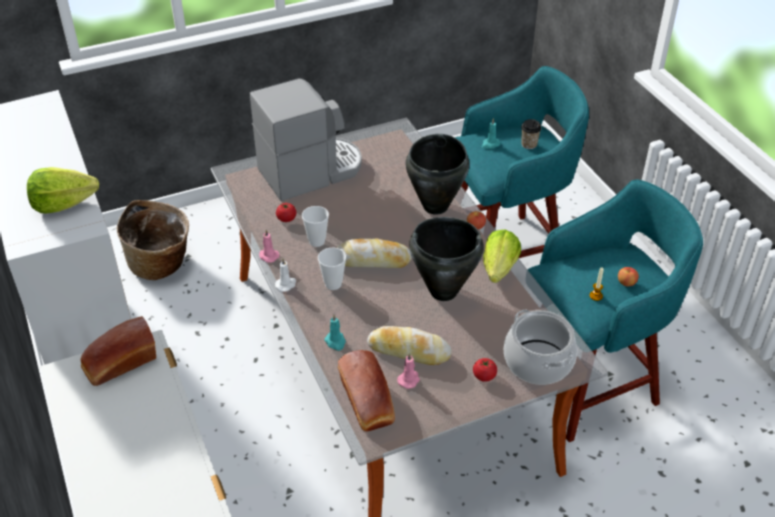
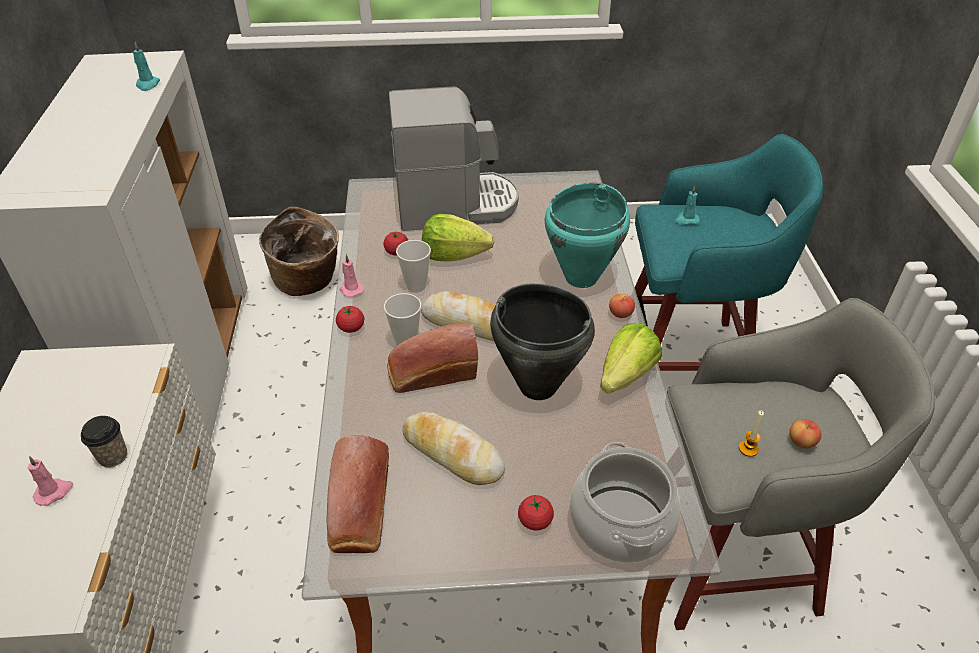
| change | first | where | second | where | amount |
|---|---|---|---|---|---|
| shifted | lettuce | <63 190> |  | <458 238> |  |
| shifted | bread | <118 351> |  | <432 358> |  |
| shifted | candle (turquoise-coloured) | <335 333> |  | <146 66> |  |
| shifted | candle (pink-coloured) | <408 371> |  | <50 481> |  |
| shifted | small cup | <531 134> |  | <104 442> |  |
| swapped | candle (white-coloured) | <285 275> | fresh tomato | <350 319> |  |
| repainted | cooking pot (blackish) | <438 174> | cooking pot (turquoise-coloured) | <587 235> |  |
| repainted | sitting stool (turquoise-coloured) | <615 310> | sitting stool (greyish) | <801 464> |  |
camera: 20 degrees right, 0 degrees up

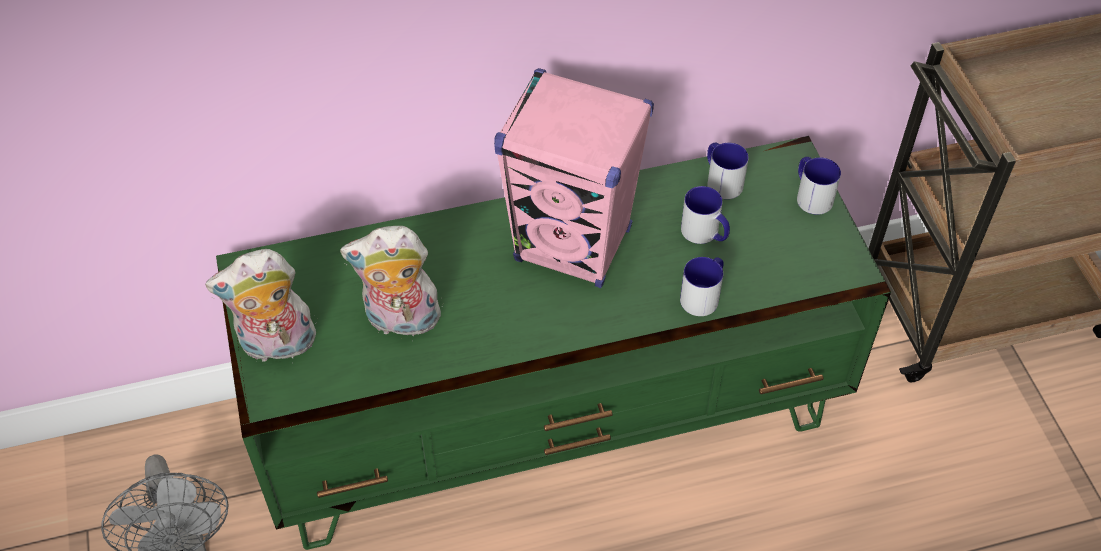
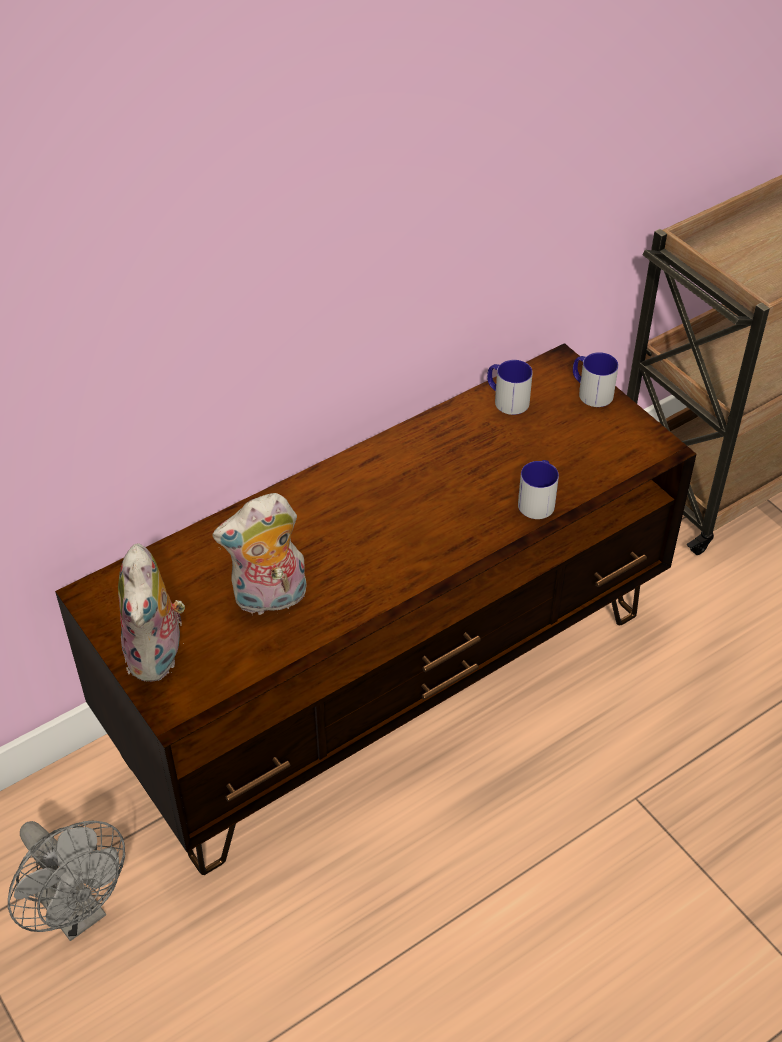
| change | first | where | second | where | amount |
|---|---|---|---|---|---|
| gone | audio speaker (pink-coloured) | <574 178> |  |  |  |
| gone | tea mug | <705 215> |  |  |  |
| repainted | tv stand (green) | <553 343> | tv stand (brown) | <375 609> |  |
| rotated | soft toy | <260 305> |  | <151 612> | 60 degrees counterclockwise |
camera: 20 degrees left, 5 degrees down

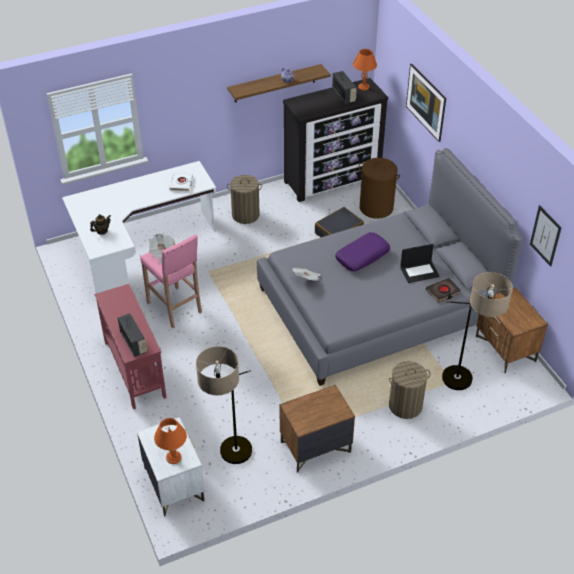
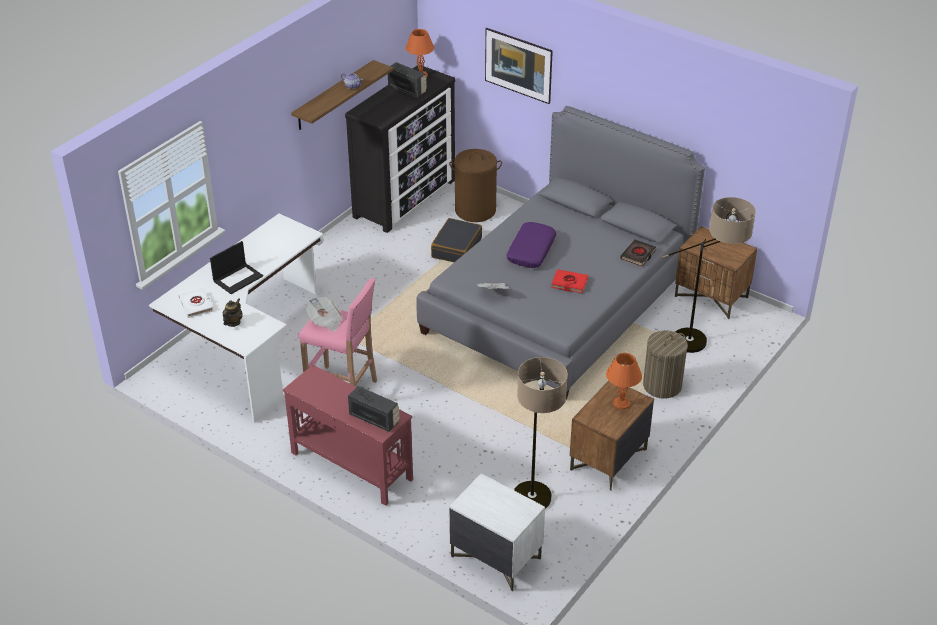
| change | first | where | second | where | amount |
|---|---|---|---|---|---|
| gone | washing basket | <244 199> |  |  |  |
| gone | picture | <546 236> |  |  |  |
| new |  |  | book (reddish) | <569 281> |  |
| shifted | lamp for a table (orangey) | <170 441> |  | <624 381> |  |
| shifted | book (white-coloured) | <181 182> |  | <195 303> |  |
| shifted | laptop | <420 263> |  | <236 267> |  |
camera: 30 degrees left, 5 degrees down

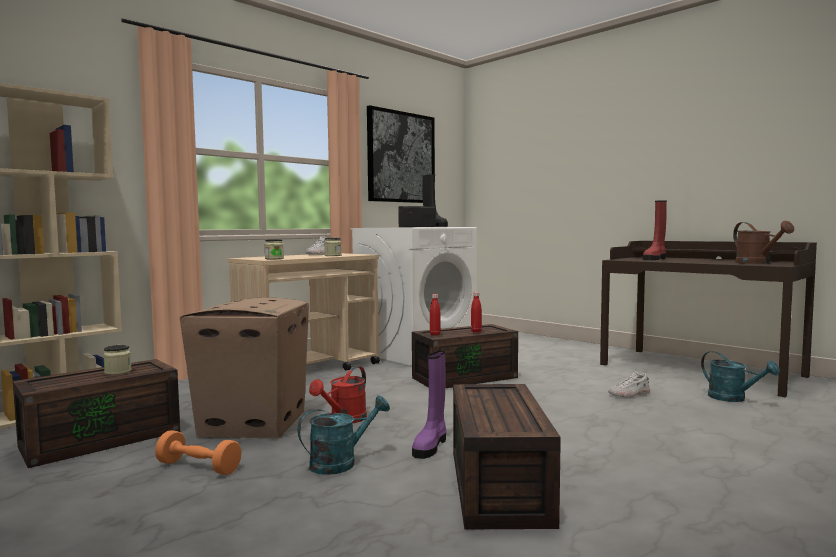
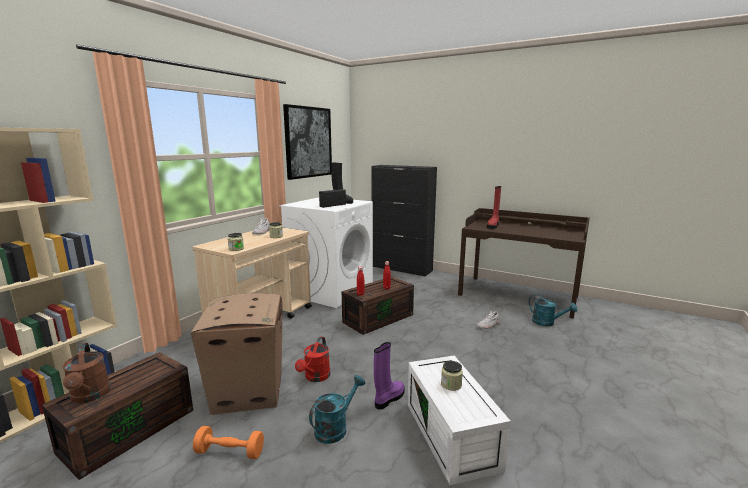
| change | first | where | second | where | amount |
|---|---|---|---|---|---|
| new |  |  | cupboard (blackish) | <404 220> |  |
| shifted | jar | <117 360> |  | <452 376> |  |
| shifted | sprinkling can (brown) | <763 242> |  | <87 373> |  |
| repainted | storage bin (brown) | <507 457> | storage bin (white-coloured) | <459 420> |  |
| rotated | tall boot (purplish) | <429 404> |  | <389 376> | 150 degrees counterclockwise |
camera: 15 degrees left, 10 degrees up

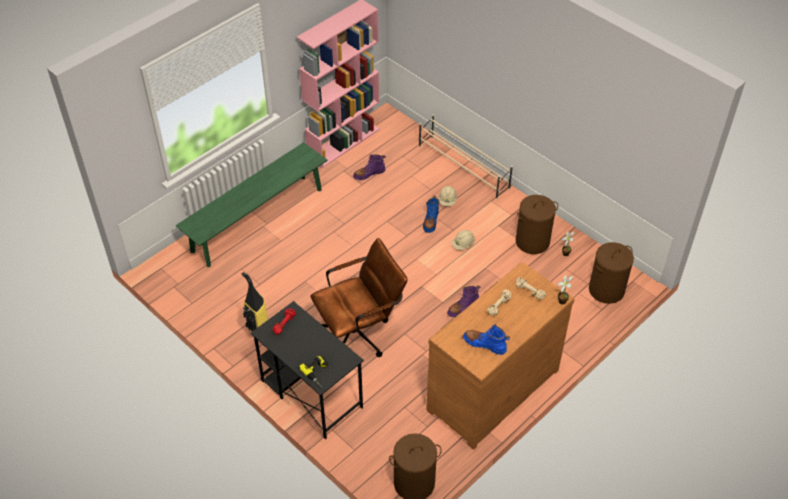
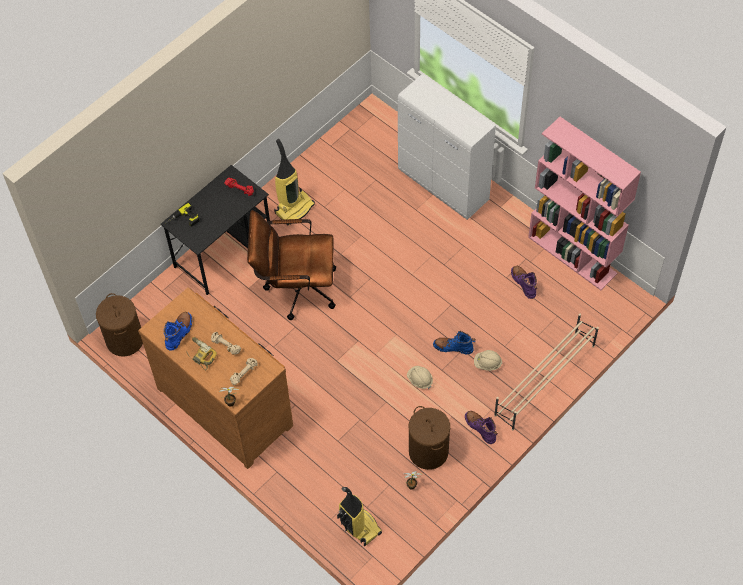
| change | first | where | second | where | amount |
|---|---|---|---|---|---|
| new |  |  | electric drill | <201 354> |  |
| shifted | tall boot (purplish) | <463 301> |  | <481 427> |  |
| swapped | indoor bench (green) | <251 204> | cupboard (white-coloured) | <447 147> |  |
| swapped | washing basket (brown) | <611 273> | hoover | <359 516> |  |
| rotated | desk chair (brown) | <359 297> |  | <291 265> | 120 degrees clockwise |
camera: 90 degrees right, 10 degrees up

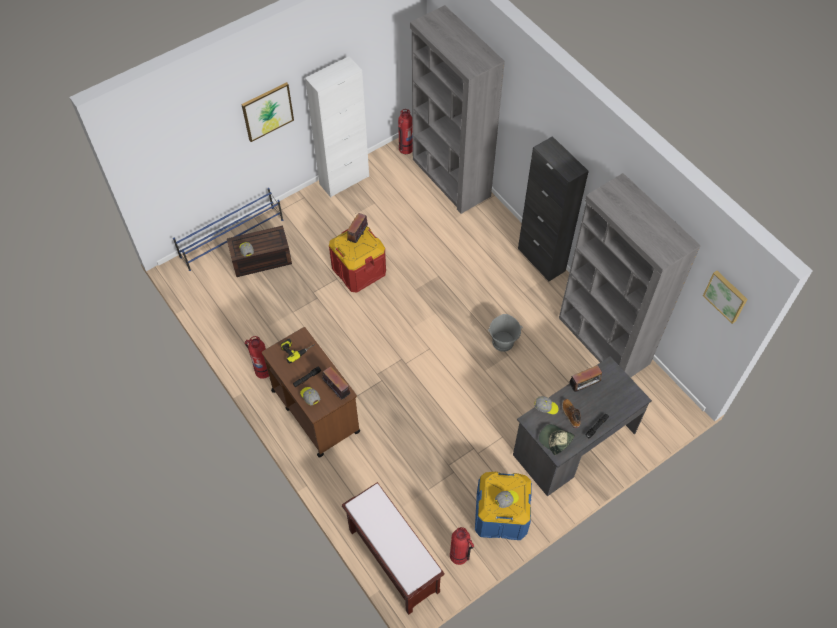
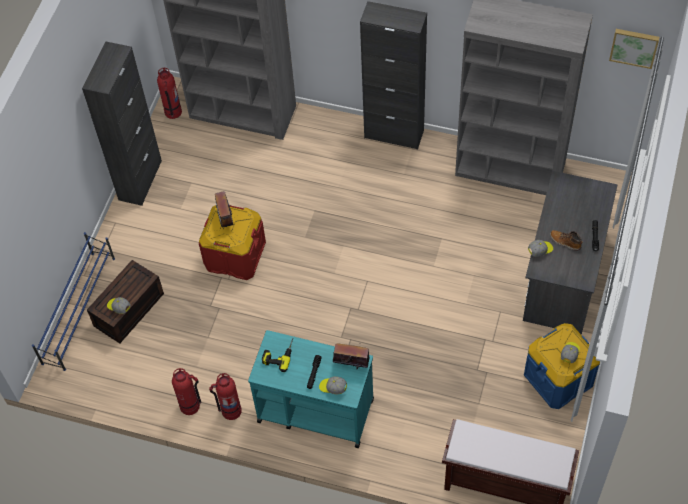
| change | first | where | second | where | amount |
|---|---|---|---|---|---|
| gone | picture | <267 112> |  |  |  |
| gone | water bucket (greyish) | <505 333> |  |  |  |
| gone | peaked cap | <557 439> |  |  |  |
| gone | radio receiver | <586 378> |  |  |  |
| shifted | fire extinguisher | <462 546> |  | <186 391> |  |
| repainted | wheeled cart (brown) | <311 392> | wheeled cart (turquoise-coloured) | <311 389> |  |
| repainted | cupboard (white-coloured) | <337 126> | cupboard (blackish) | <122 123> |  |
camera: 35 degrees left, 0 degrees up

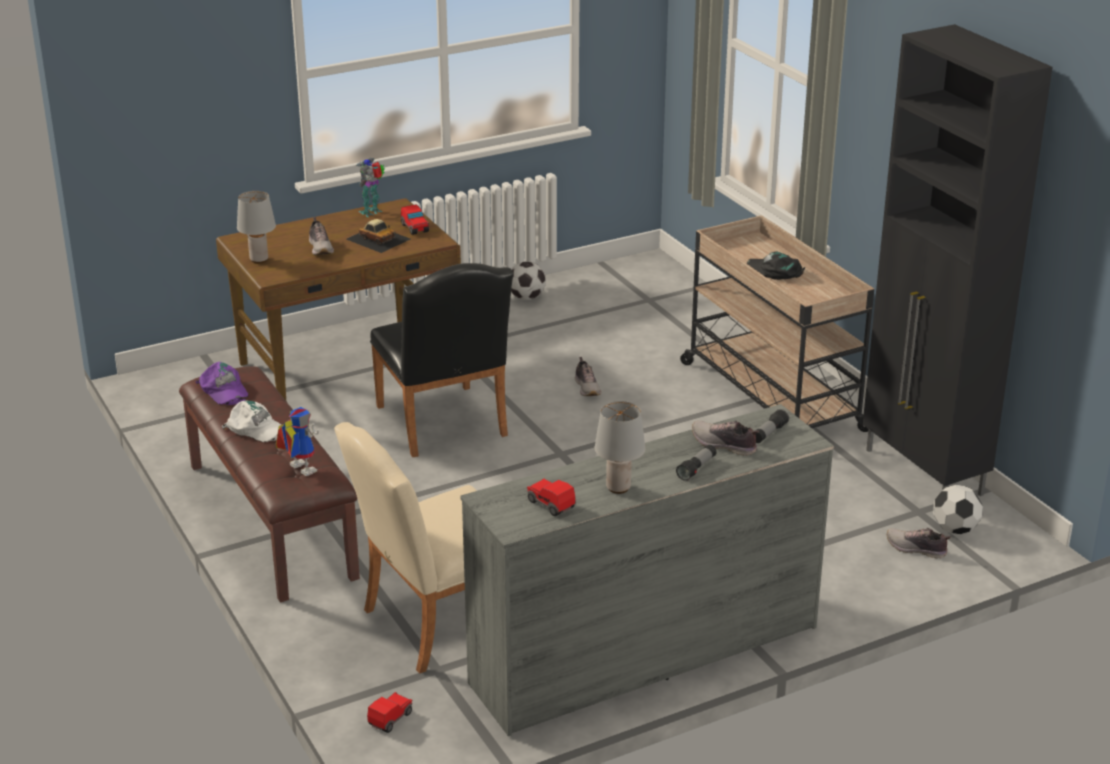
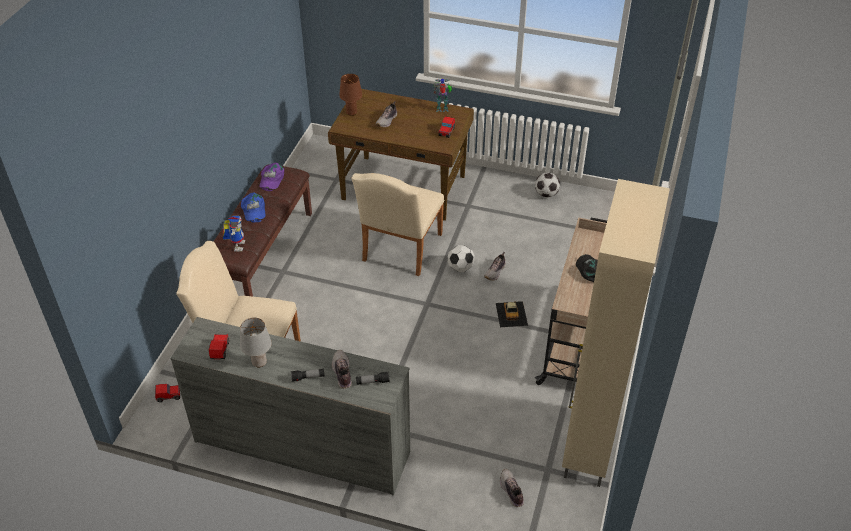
| change | first | where | second | where | amount |
|---|---|---|---|---|---|
| shifted | miniature car | <378 236> |  | <512 314> |  |
| shifted | football ball | <958 509> |  | <461 258> |  |
| repainted | peaked cap (white-coloured) | <251 421> | peaked cap (bluish) | <253 207> |  |
| repainted | lamp for a table (greyish) | <256 227> | lamp for a table (brown) | <350 95> |  |
| repainted | upright chair (blackish) | <441 360> | upright chair (beige) | <398 224> |  |
| repainted | cupboard (blackish) | <958 260> | cupboard (beige) | <616 333> |  |
camera: 45 degrees right, 15 degrees up

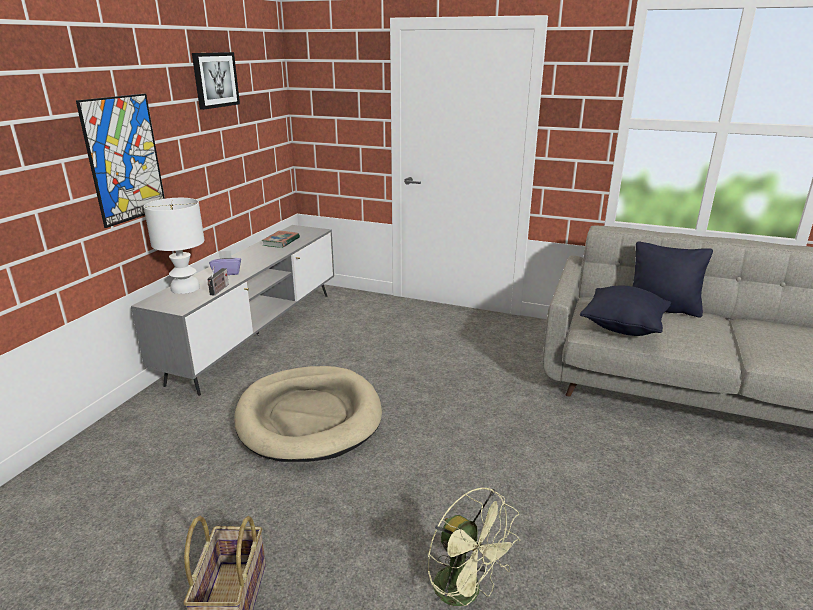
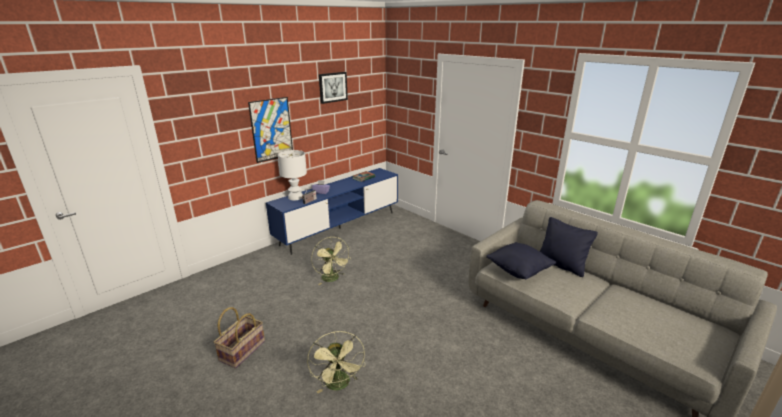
| change | first | where | second | where | amount |
|---|---|---|---|---|---|
| swapped | dog cushion (beige) | <308 414> | electric fan (green) | <330 261> |  |
| repainted | tv stand (greyish) | <232 310> | tv stand (bluish) | <332 211> |  |
camera: 25 degrees right, 0 degrees up

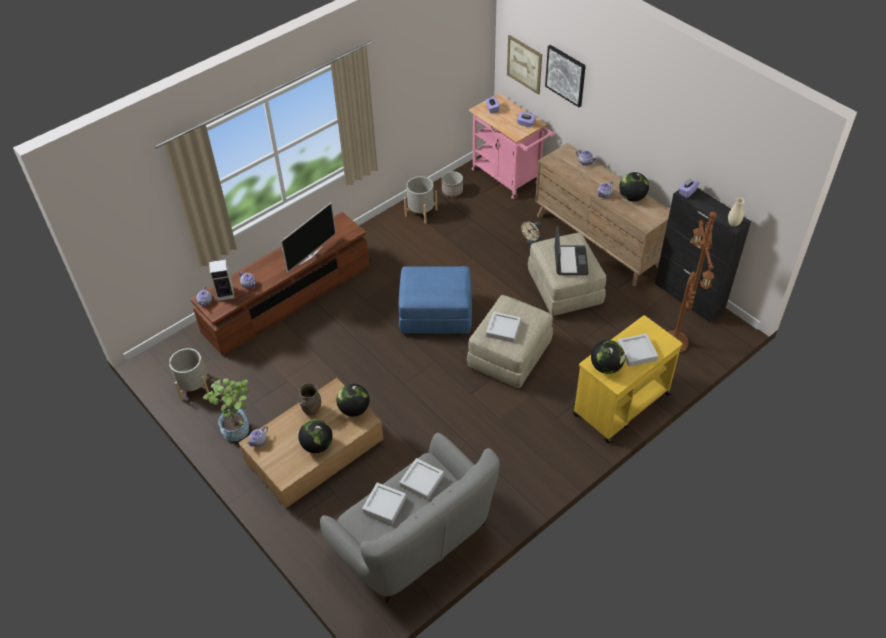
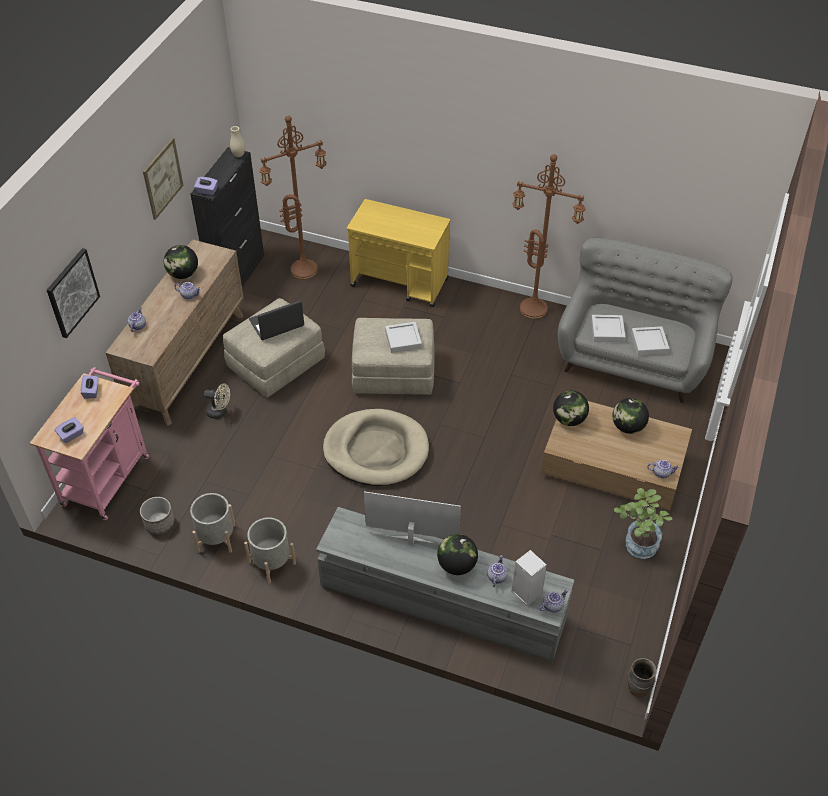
| change | first | where | second | where | amount |
|---|---|---|---|---|---|
| gone | carrying tray (greyish) | <638 350> |  |  |  |
| new |  |  | standing lamp (brown) | <549 236> |  |
| shifted | flower pot (greyish) | <189 374> |  | <270 550> |  |
| shifted | decorative vase (brown) | <310 399> |  | <642 677> |  |
| shifted | picture | <524 65> |  | <163 178> |  |
| shifted | world globe | <608 357> |  | <457 554> |  |
| swapped | pouffe (bluish) | <435 300> | dog cushion (beige) | <376 447> |  |
| repainted | tv stand (brown) | <280 284> | tv stand (greyish) | <445 584> |  |
camera: 120 degrees left, 0 degrees up

